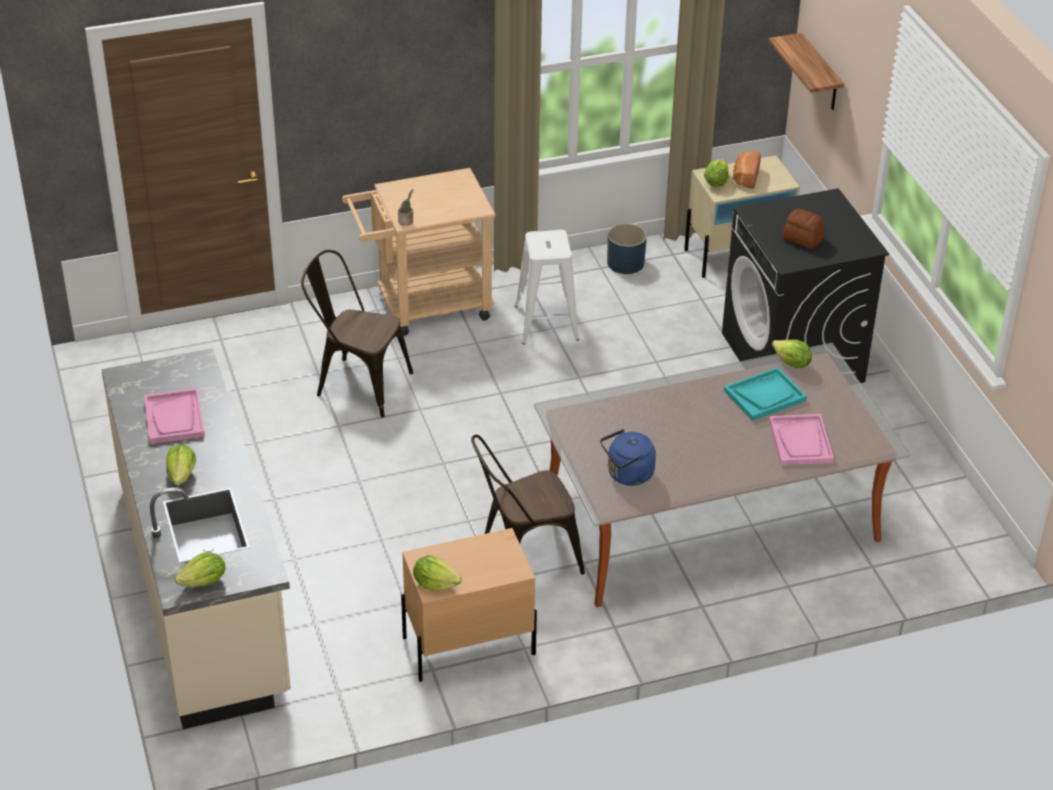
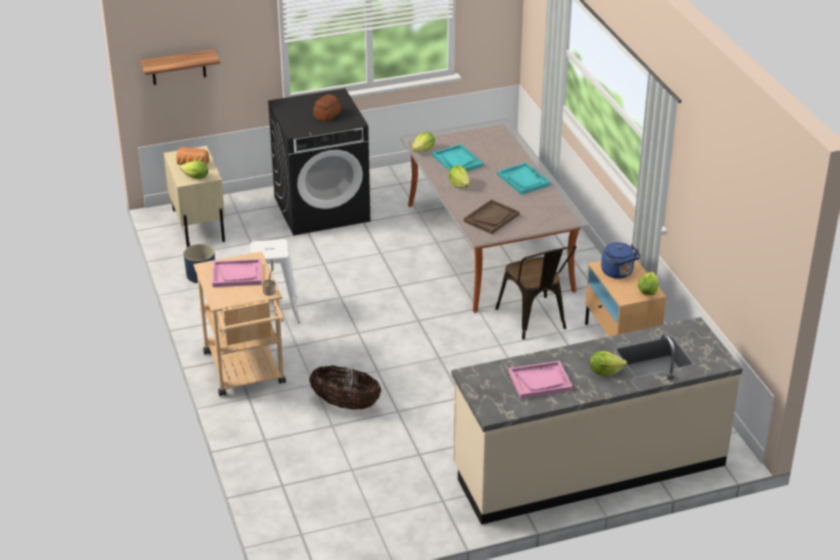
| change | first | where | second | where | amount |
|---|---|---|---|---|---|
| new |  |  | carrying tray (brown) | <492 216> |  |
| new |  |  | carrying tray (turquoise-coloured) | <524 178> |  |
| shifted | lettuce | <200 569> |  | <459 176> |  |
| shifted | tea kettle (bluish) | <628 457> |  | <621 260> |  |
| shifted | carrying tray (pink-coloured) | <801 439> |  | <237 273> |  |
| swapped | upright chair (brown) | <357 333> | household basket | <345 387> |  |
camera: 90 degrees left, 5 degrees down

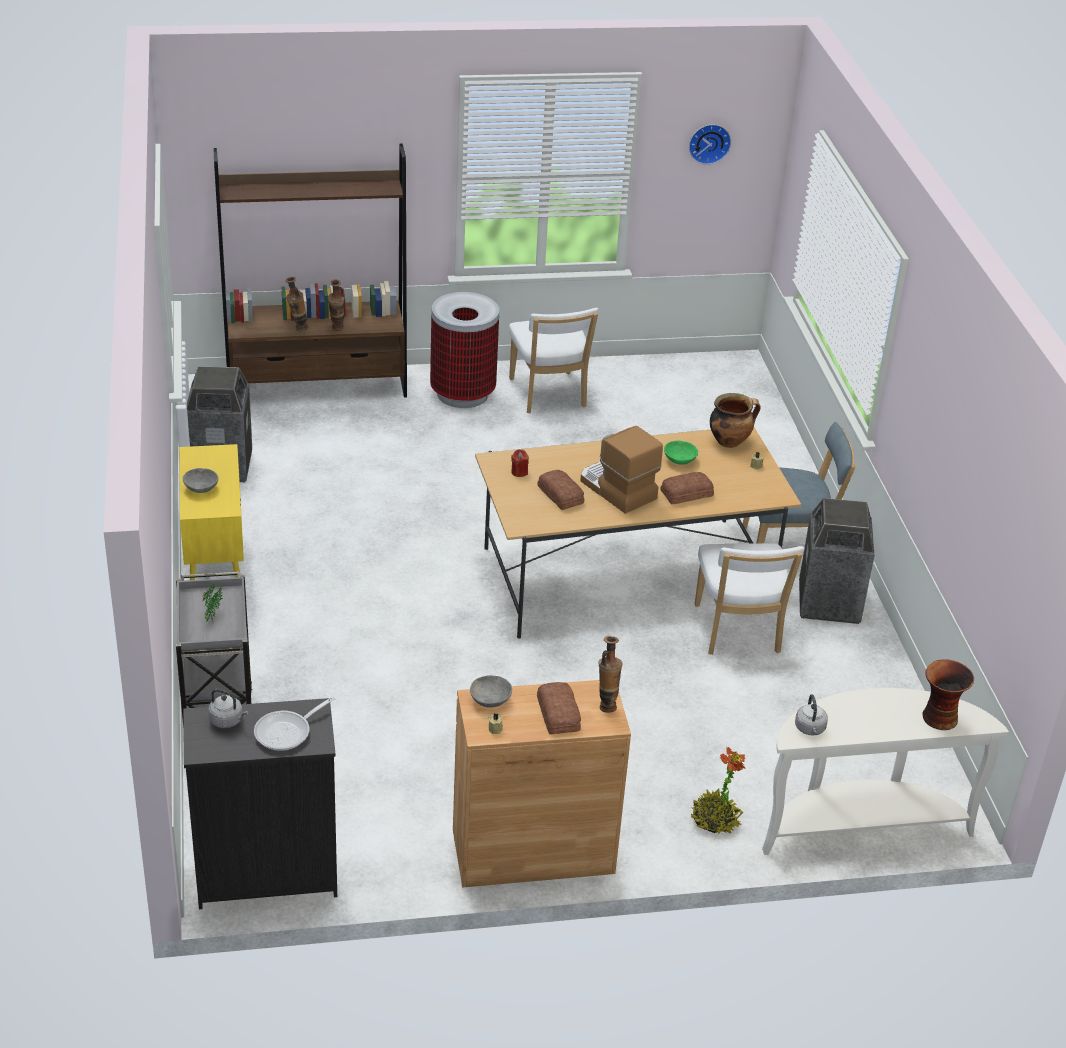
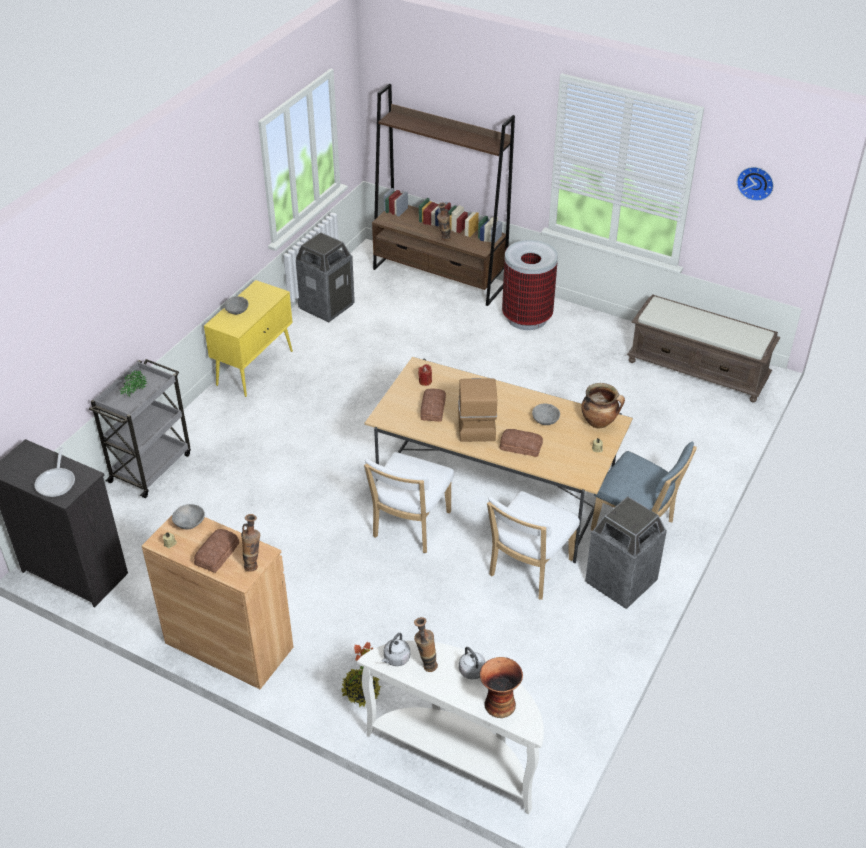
| change | first | where | second | where | amount |
|---|---|---|---|---|---|
| new |  |  | indoor bench (brown) | <703 348> |  |
| shifted | tea kettle (greyish) | <228 708> |  | <472 663> |  |
| shifted | decorative vase | <296 304> |  | <426 644> |  |
| shifted | upright chair (white-coloured) | <553 360> |  | <409 502> |  |
| repainted | bowl (green) | <681 452> | bowl (greyish) | <546 414> |  |
| rotated | skillet | <294 723> |  | <54 472> | 90 degrees counterclockwise |
camera: 40 degrees right, 5 degrees up

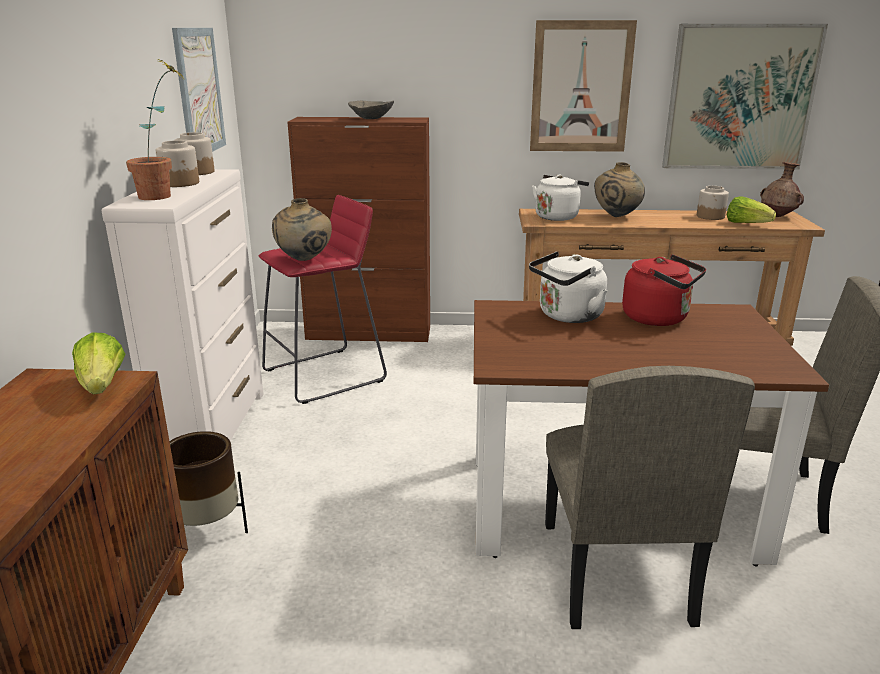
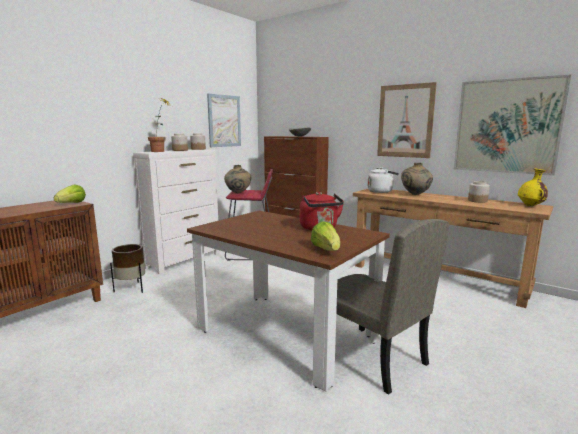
| change | first | where | second | where | amount |
|---|---|---|---|---|---|
| gone | tea kettle (white-coloured) | <568 287> |  |  |  |
| gone | upright chair (beige) | <650 497> |  |  |  |
| shifted | lettuce | <751 209> |  | <325 236> |  |
| repainted | decorative vase (brown) | <782 189> | decorative vase (yellow-coloured) | <533 187> |  |
camera: 35 degrees right, 10 degrees down

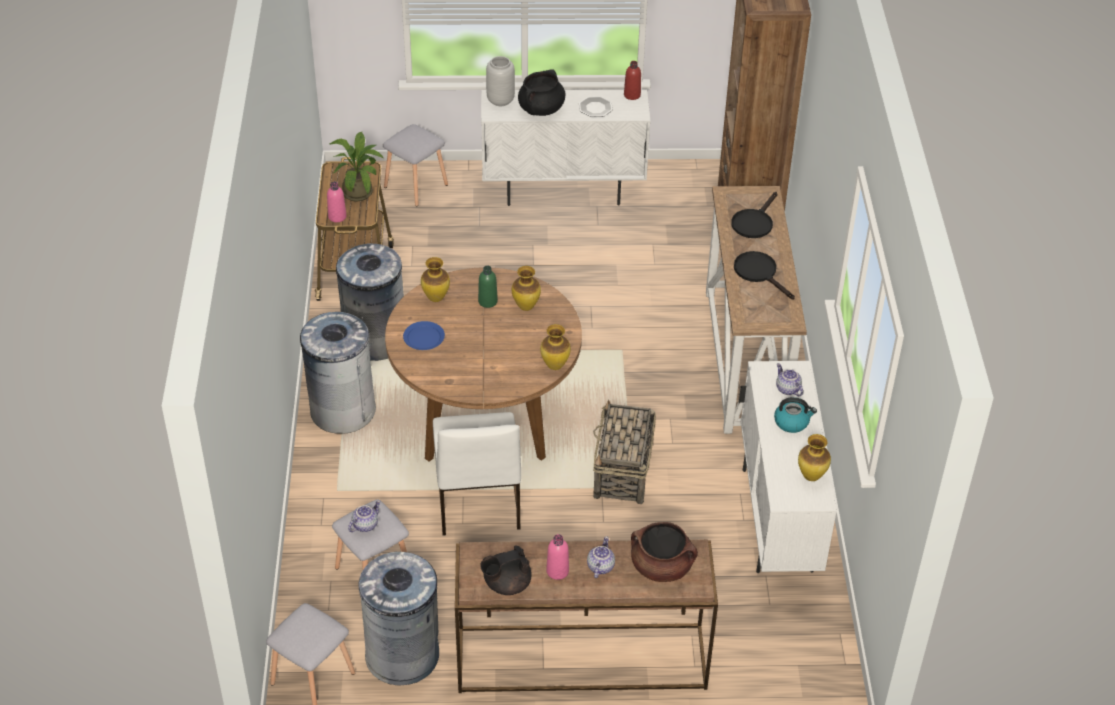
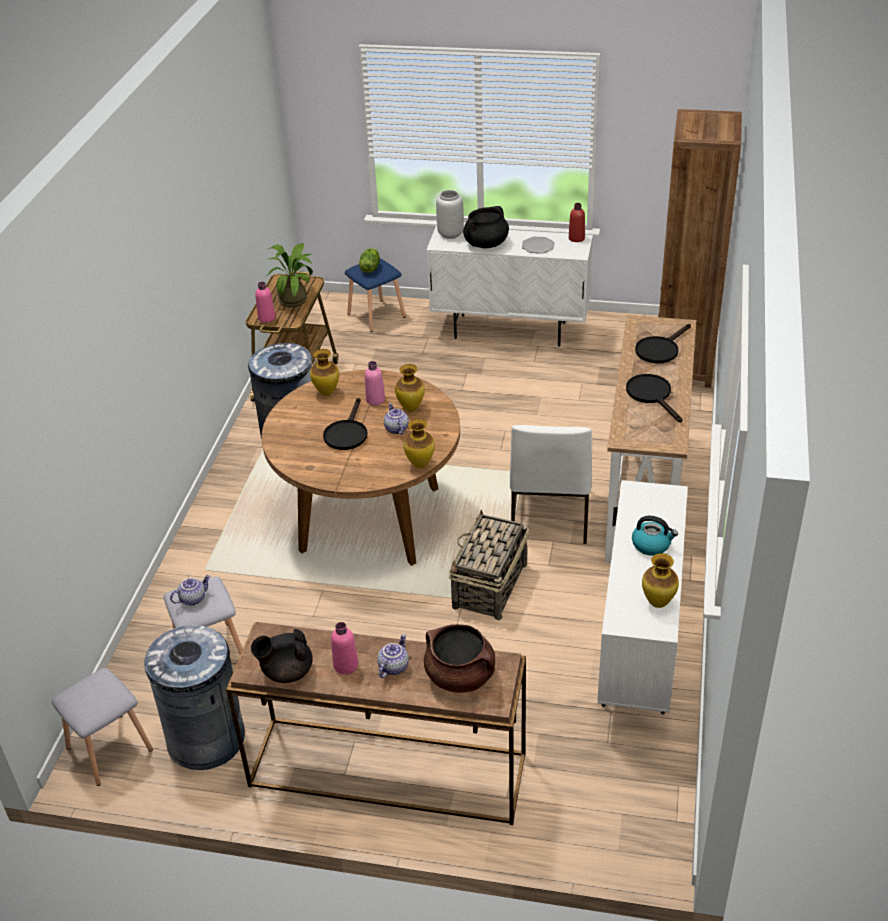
| change | first | where | second | where | amount |
|---|---|---|---|---|---|
| gone | rubbish bin (greyish) | <338 373> |  |  |  |
| gone | plate (bluish) | <424 335> |  |  |  |
| new |  |  | skillet (blackish) | <345 424> |  |
| new |  |  | lettuce | <369 260> |  |
| shifted | upright chair (white-coloured) | <477 474> |  | <551 484> |  |
| shifted | teapot | <789 379> |  | <396 419> |  |
| repainted | sitting stool (greyish) | <415 165> | sitting stool (bluish) | <375 295> |  |
| repainted | beverage bottle (green) | <488 287> | beverage bottle (pink-coloured) | <375 383> |  |
camera: 15 degrees right, 5 degrees down

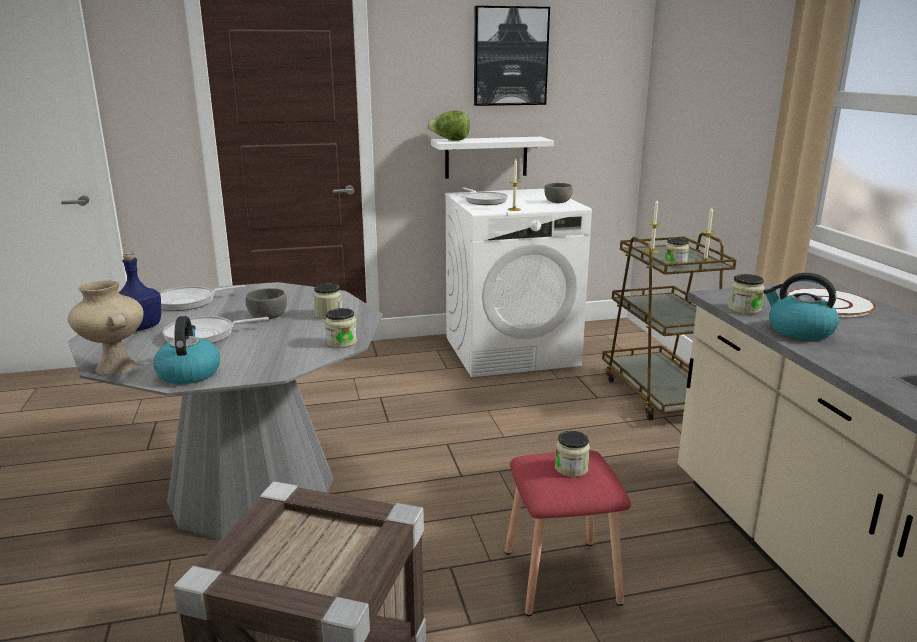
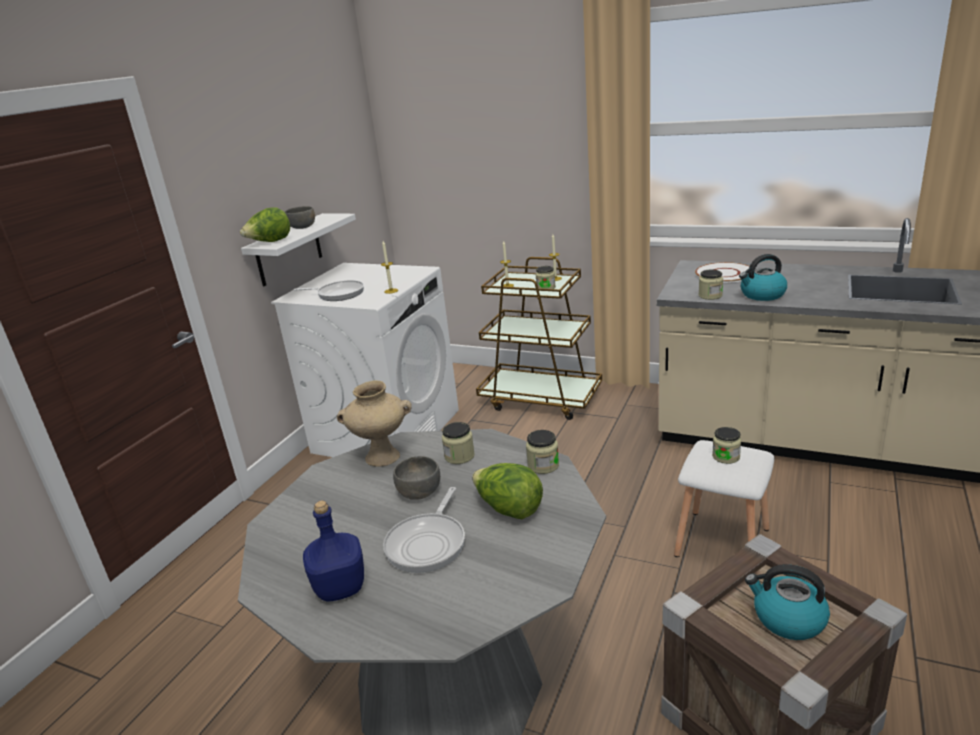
| change | first | where | second | where | amount |
|---|---|---|---|---|---|
| gone | skillet | <202 298> |  |  |  |
| gone | picture | <512 56> |  |  |  |
| new |  |  | lettuce | <507 491> |  |
| shifted | decorative vase (beige) | <106 327> |  | <374 423> |  |
| shifted | tea kettle | <186 350> |  | <787 602> |  |
| shifted | bowl (greyish) | <558 193> |  | <300 217> |  |
| repainted | sitting stool (reddish) | <568 533> | sitting stool (white-coloured) | <724 498> |  |
camera: 50 degrees left, 5 degrees up

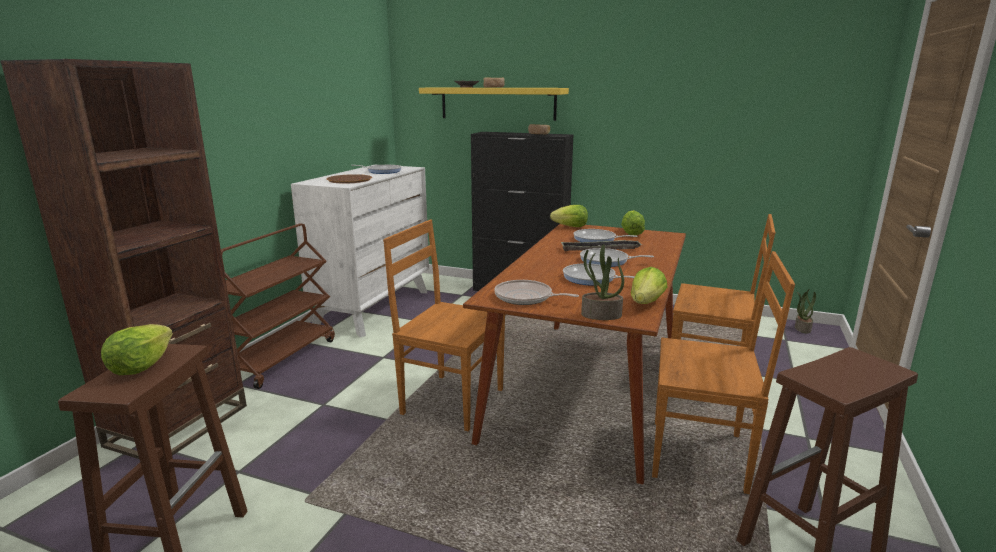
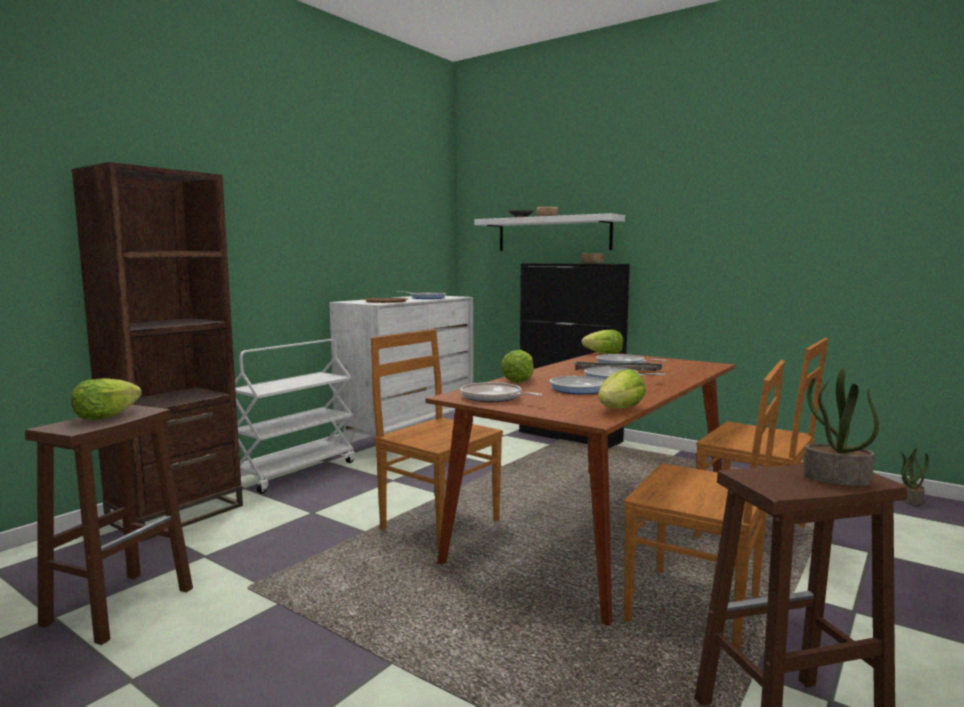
| change | first | where | second | where | amount |
|---|---|---|---|---|---|
| shifted | houseplant | <602 282> |  | <841 427> |  |
| shifted | lettuce | <633 222> |  | <517 366> |  |
| repainted | wheeled cart (brown) | <278 306> | wheeled cart (white-coloured) | <295 416> |  |
| repainted | bracket shelf (yellow-coloured) | <494 104> | bracket shelf (white-coloured) | <549 232> |  |
camera: 15 degrees right, 10 degrees down

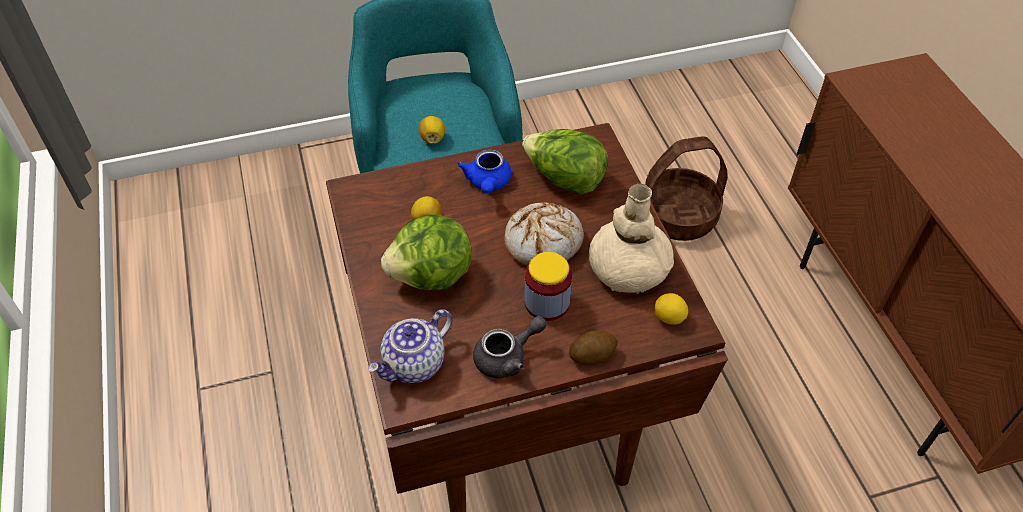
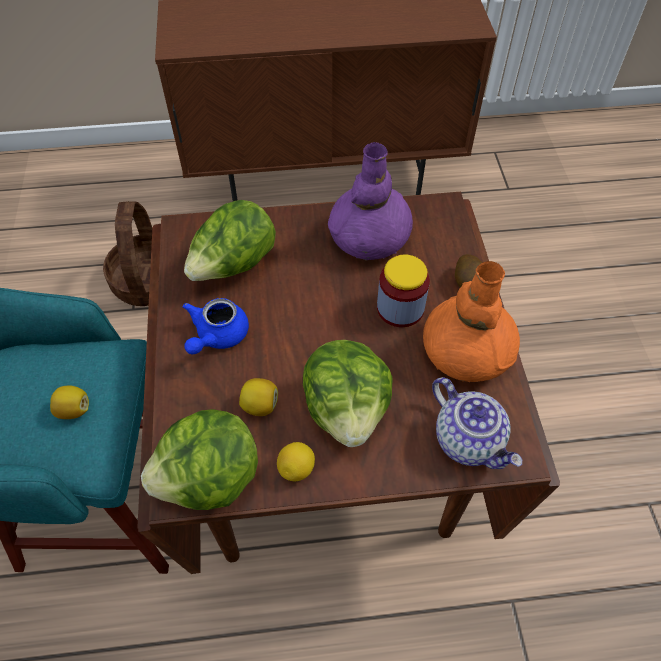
| change | first | where | second | where | amount |
|---|---|---|---|---|---|
| gone | bread | <544 233> |  |  |  |
| new |  |  | lettuce | <199 459> |  |
| shifted | lemon | <671 309> |  | <296 461> |  |
| swapped | teapot (greyish) | <510 347> | decorative vase (orangey) | <471 321> |  |
| repainted | decorative vase (beige) | <631 239> | decorative vase (purplish) | <370 201> |  |
| rotated | teapot (bluish) | <484 171> |  | <215 326> | 105 degrees clockwise |
camera: 80 degrees left, 5 degrees up

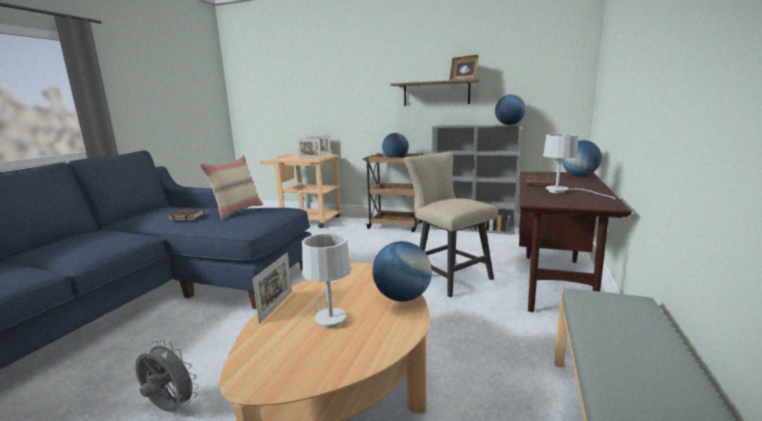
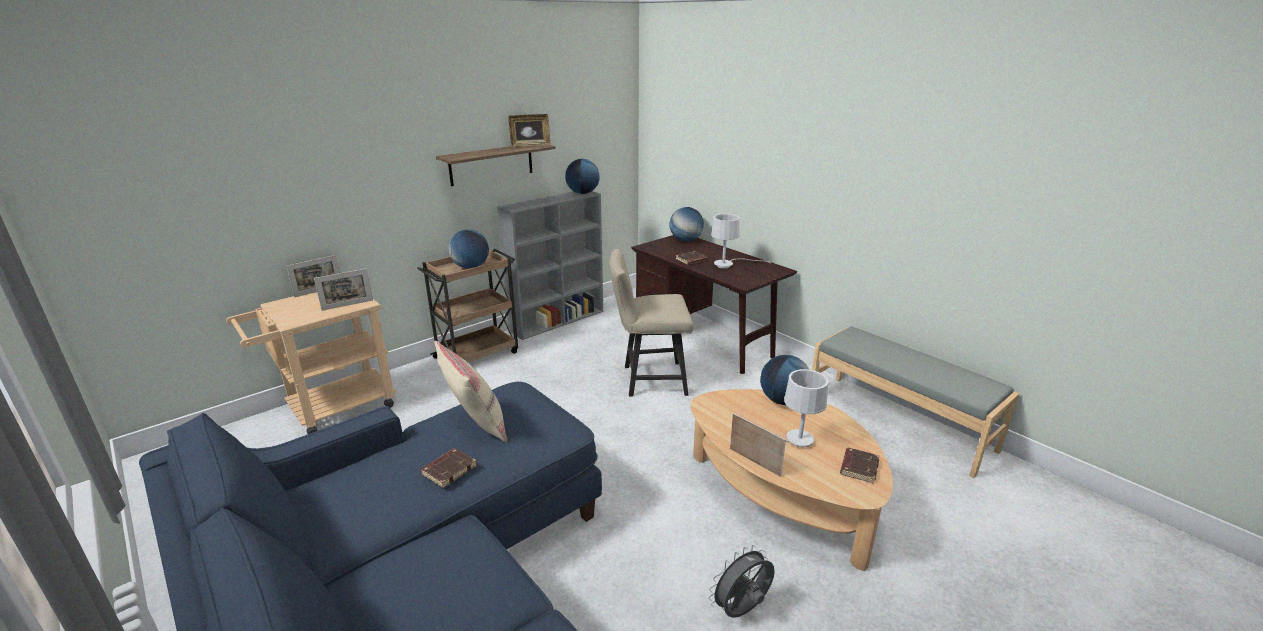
| change | first | where | second | where | amount |
|---|---|---|---|---|---|
| new |  |  | book (brown) | <859 466> |  |
camera: 60 degrees left, 10 degrees up

